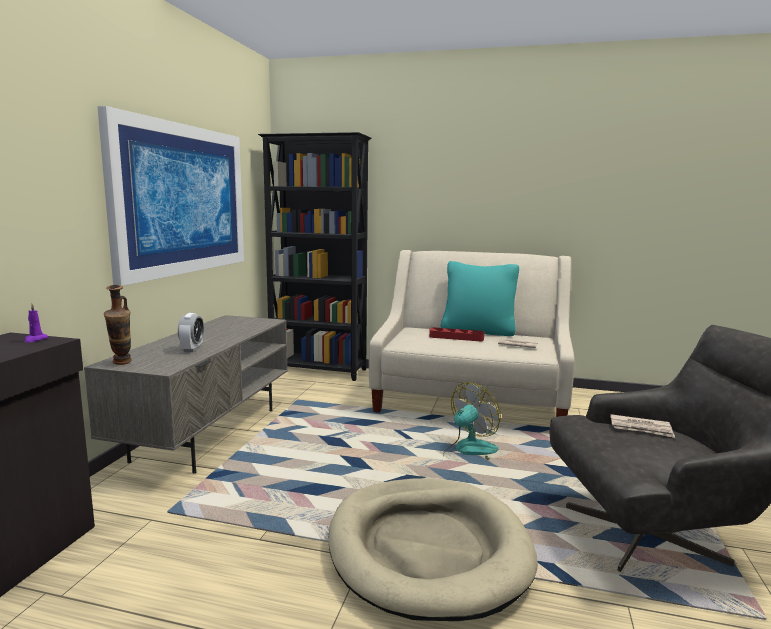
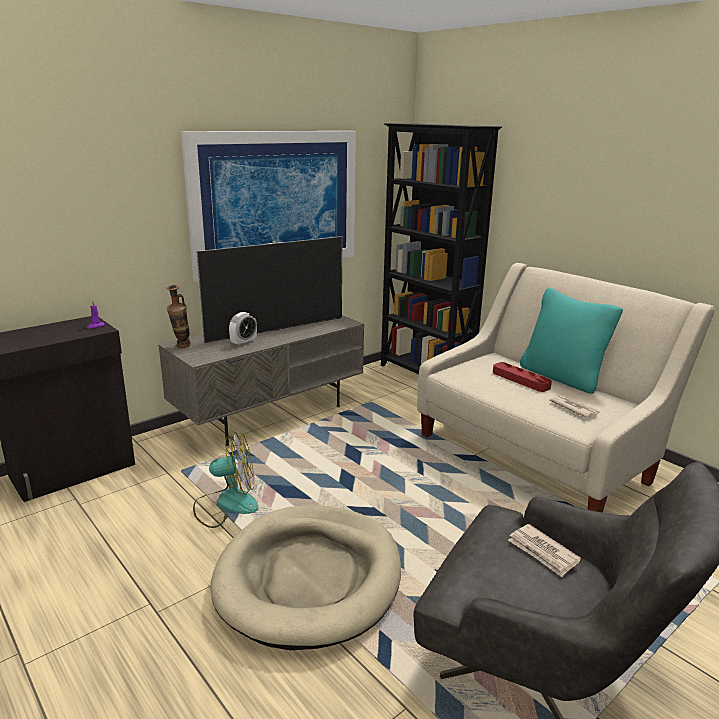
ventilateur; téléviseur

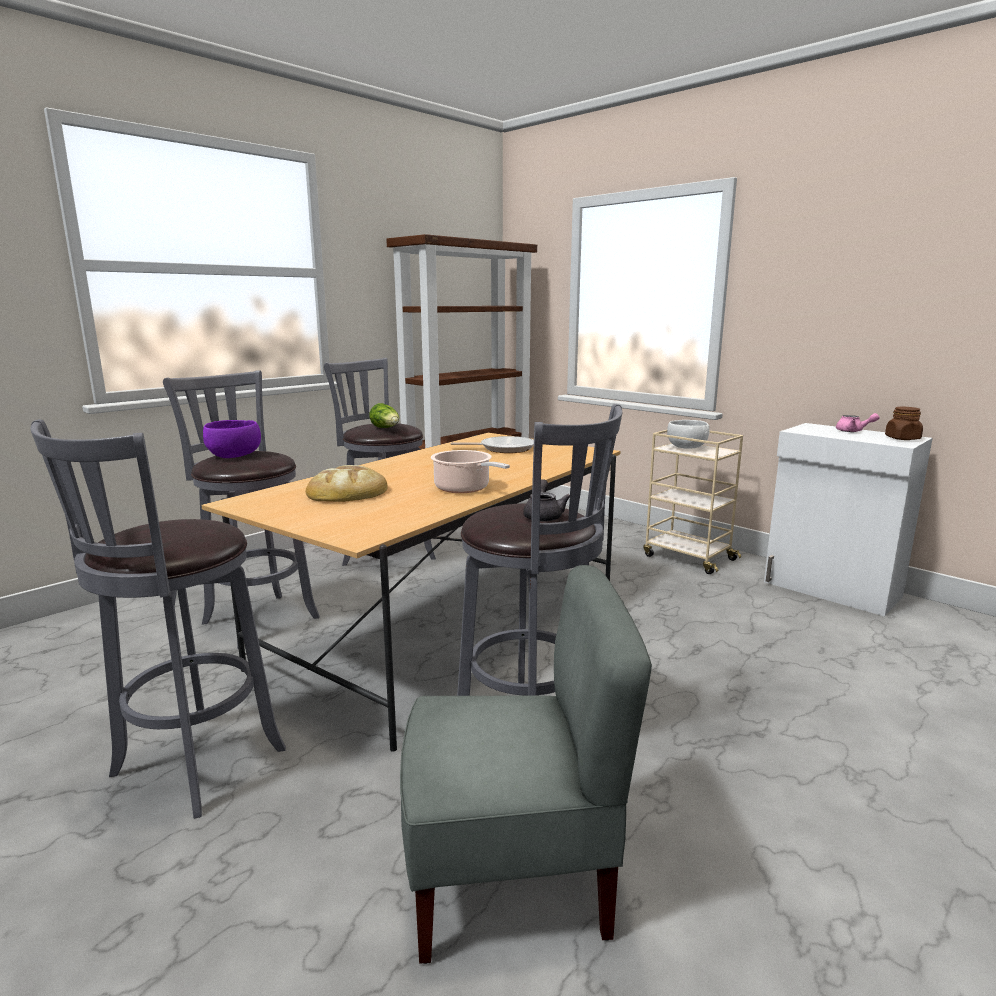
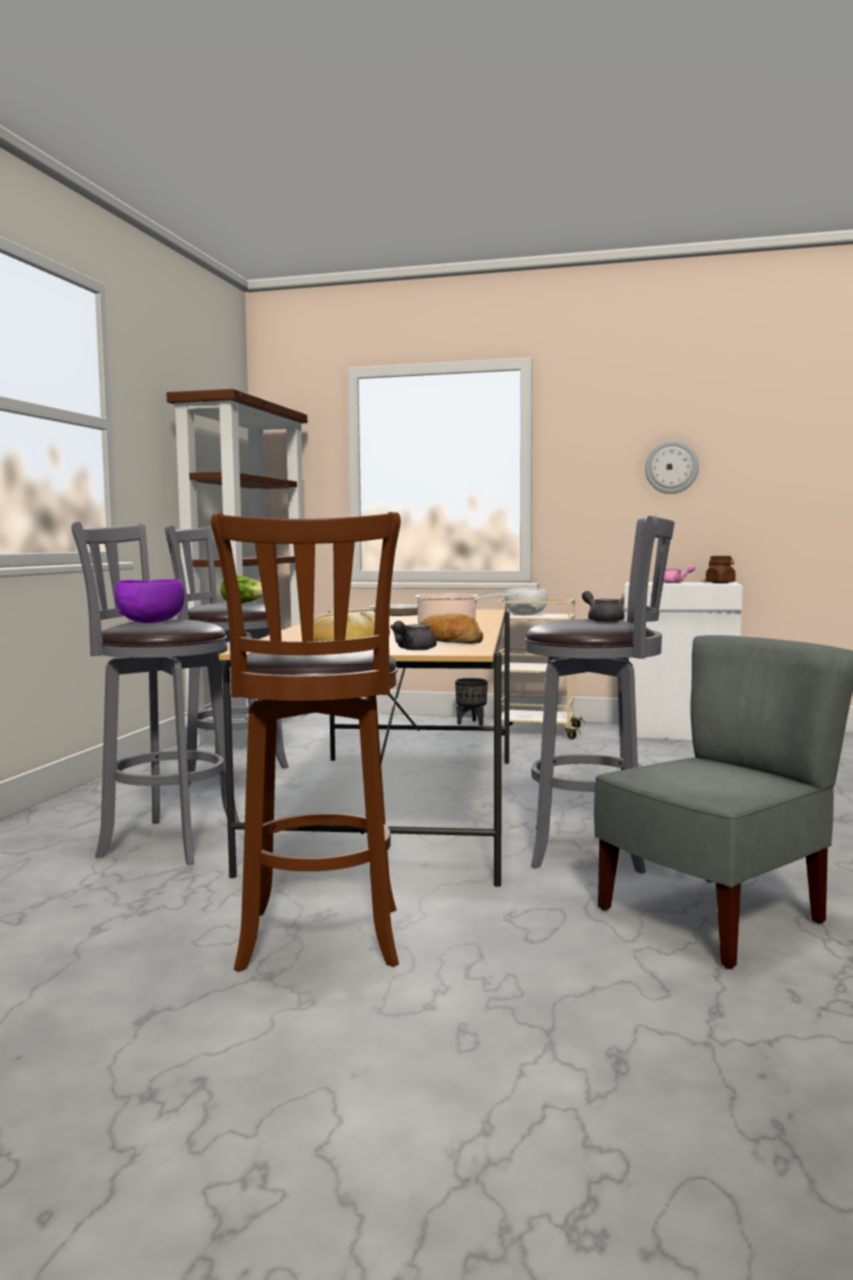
tabouret [marron]; horloge murale; pain (no. 2 from left); théière [gris] (no. 1 from left); cache-pot [noir]

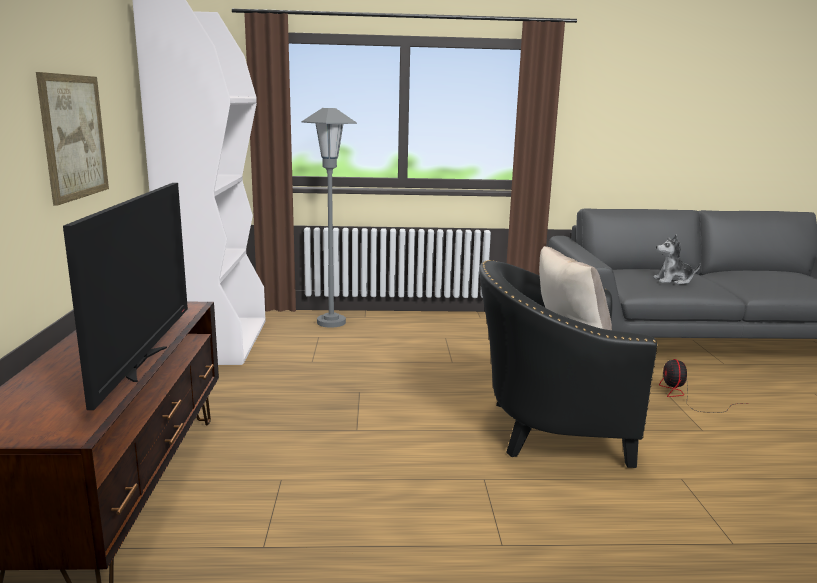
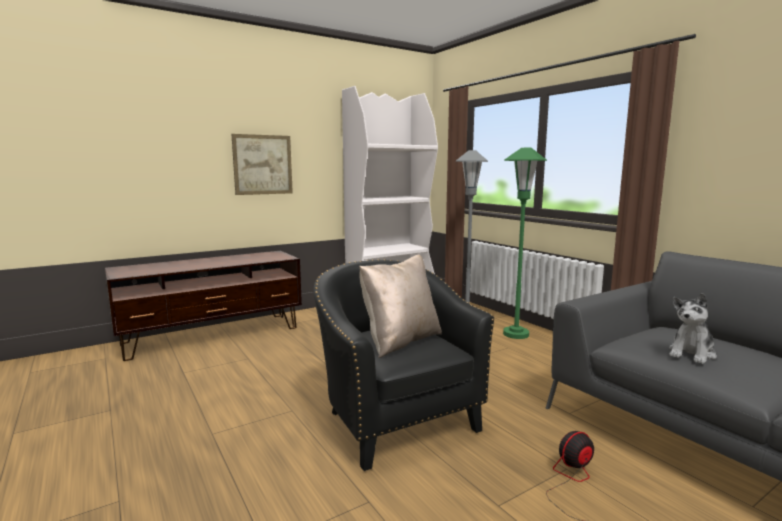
téléviseur; peluche; lampadaire [vert]

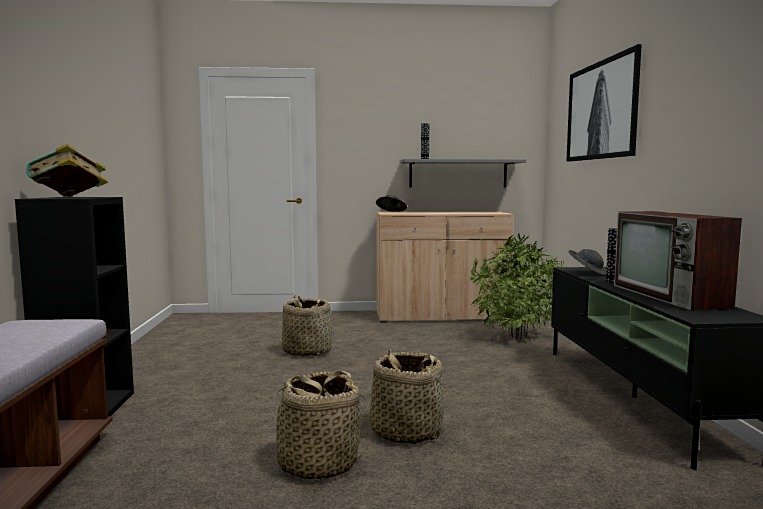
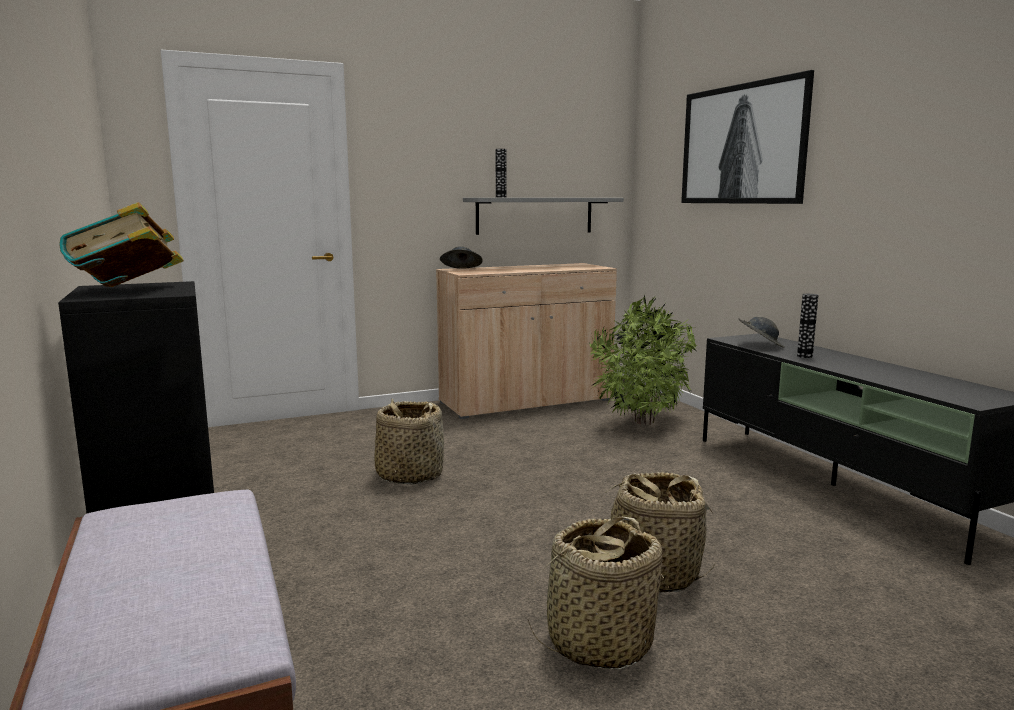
téléviseur

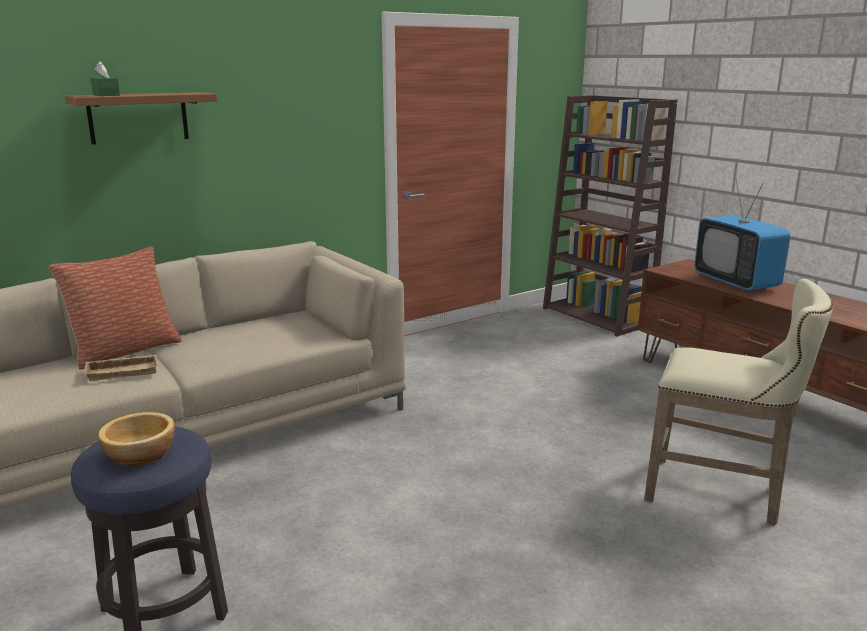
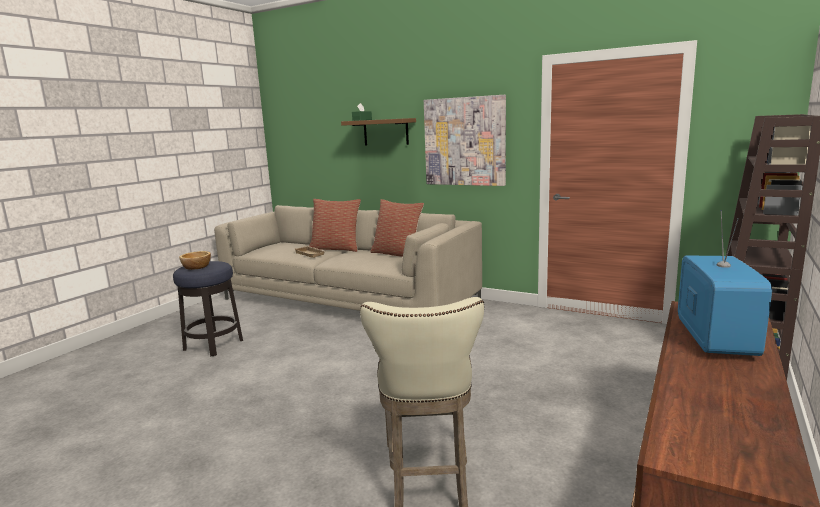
téléviseur; tableau; coussin (no. 2 from left)

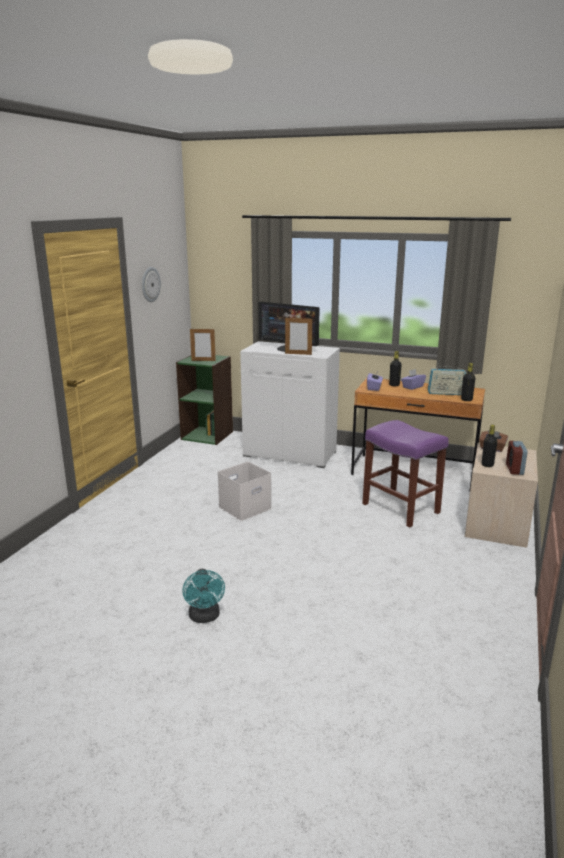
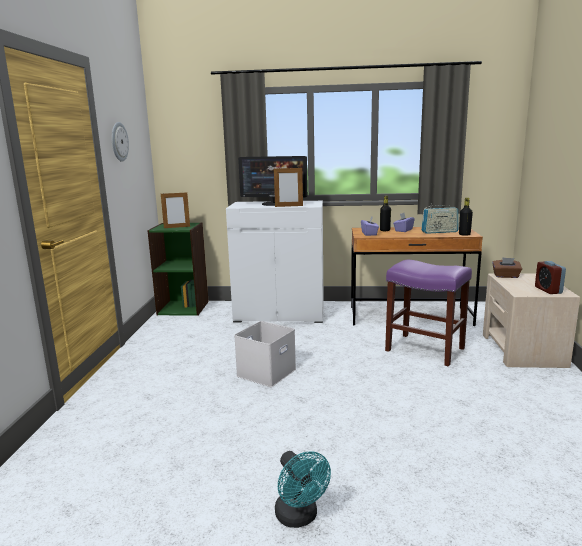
bouteille [noir] (no. 3 from left in the first image)

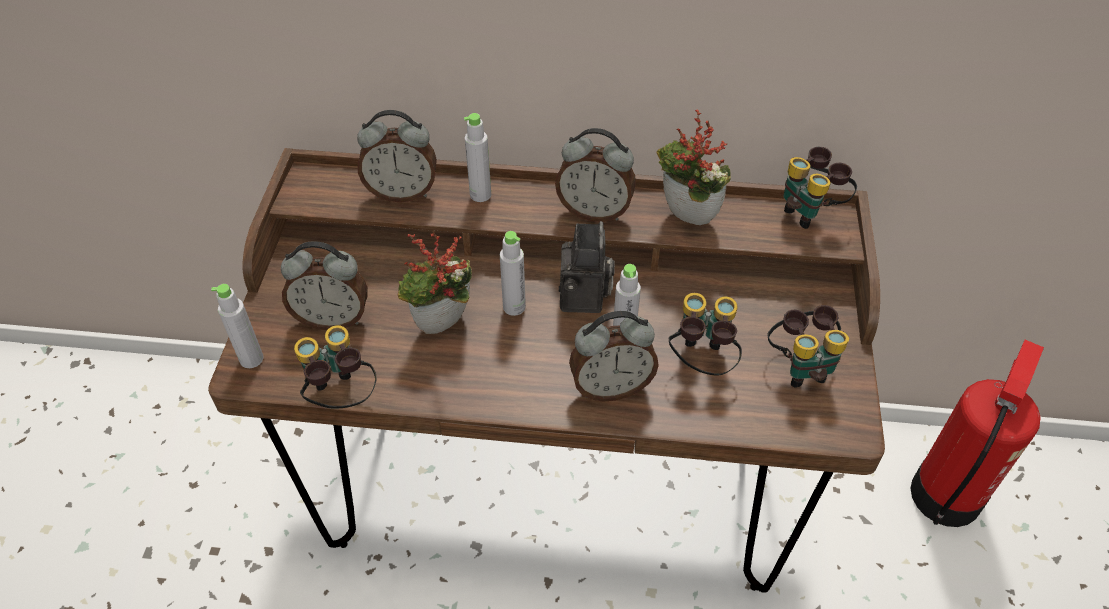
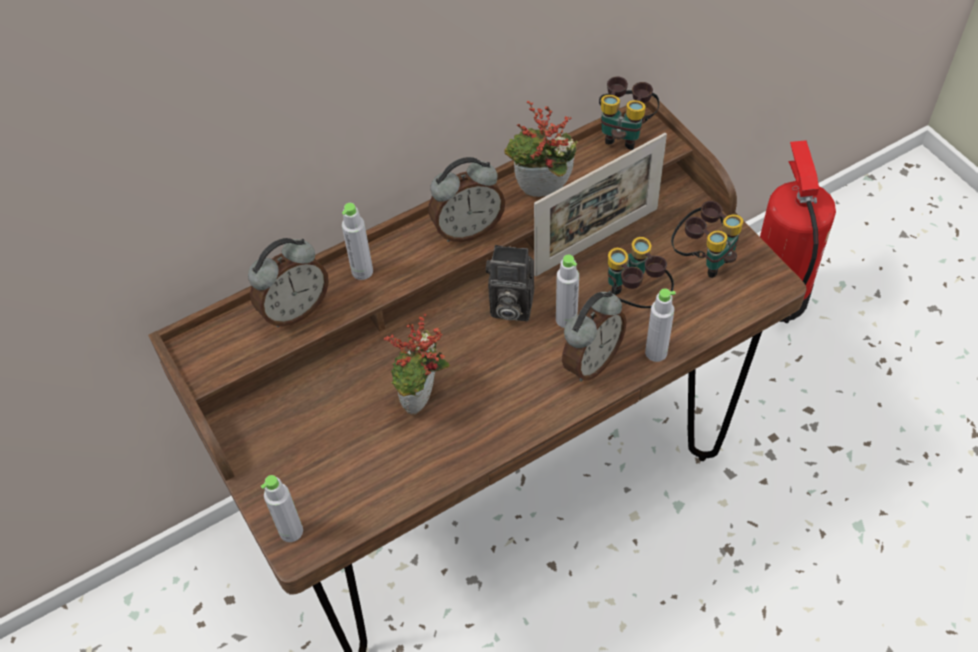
appareil photo; bouteille [gris] (no. 4 from left); réveil (no. 1 from left in the first image); jumelles (no. 1 from left in the first image); cadre photo

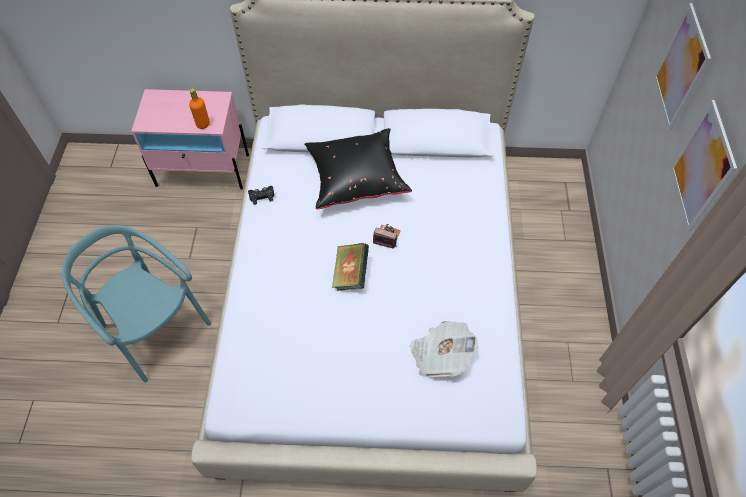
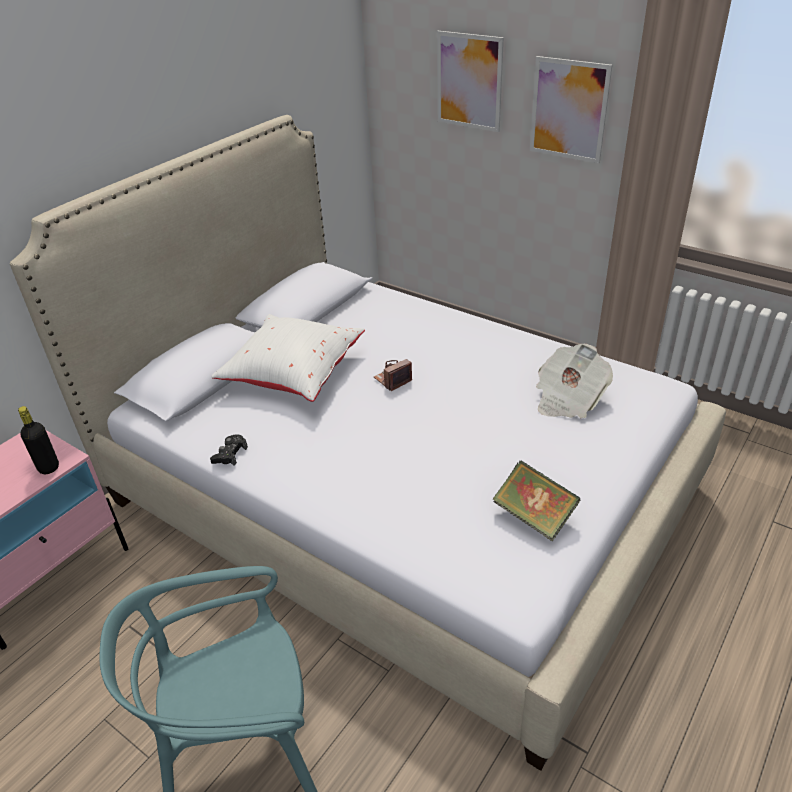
bouteille [noir]; coussin [blanc]; livre

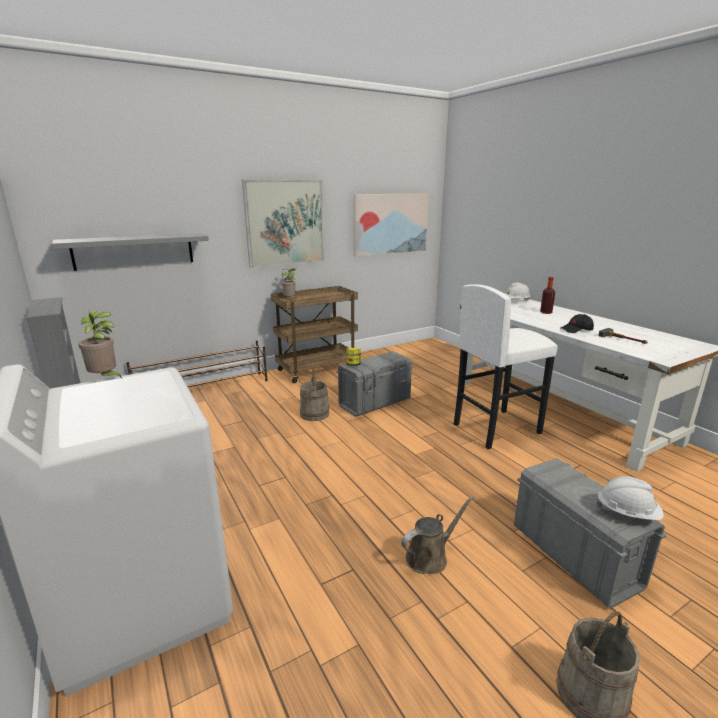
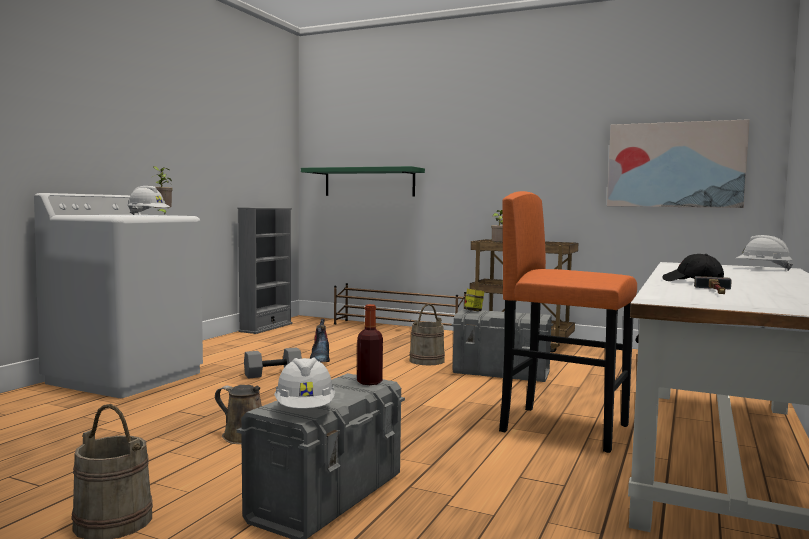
tableau (no. 1 from left in the first image); étagère [vert]; bouteille; tabouret [orange]; casque de chantier [blanc] (no. 1 from left); botte; haltère [gris]

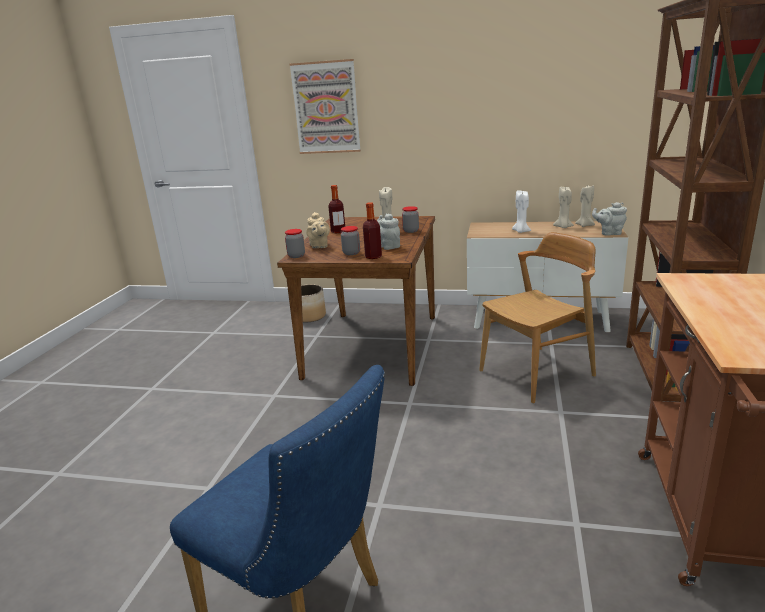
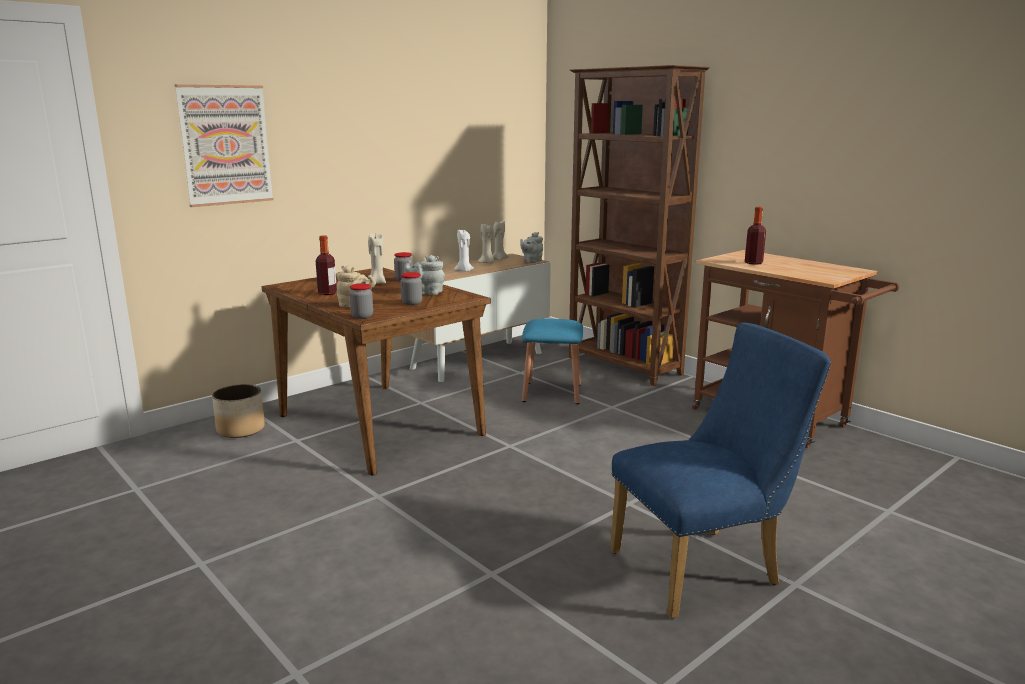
bouteille (no. 2 from left); tabouret [bleu]

